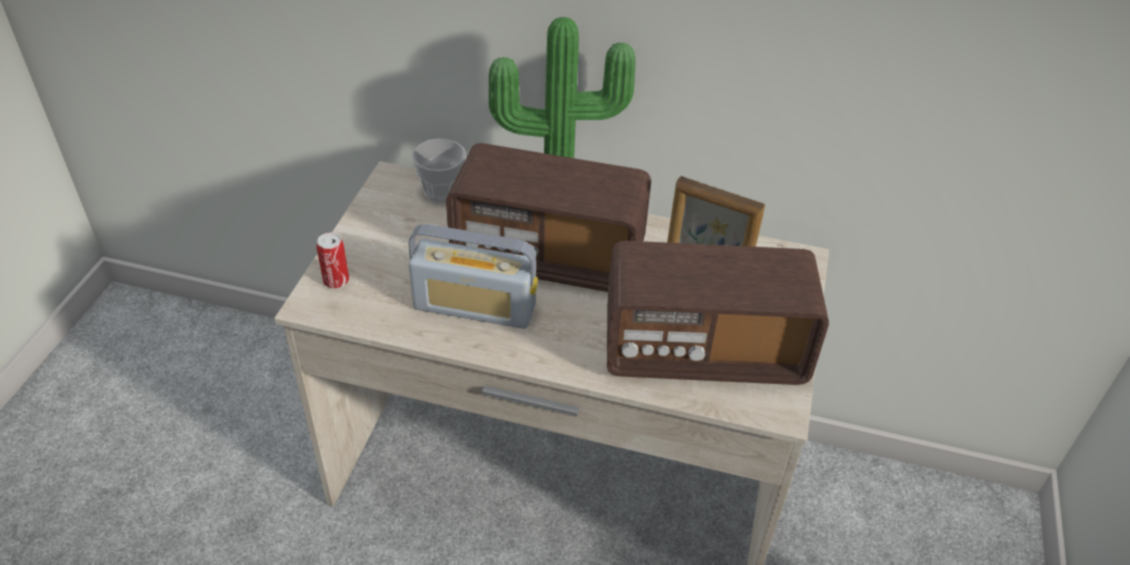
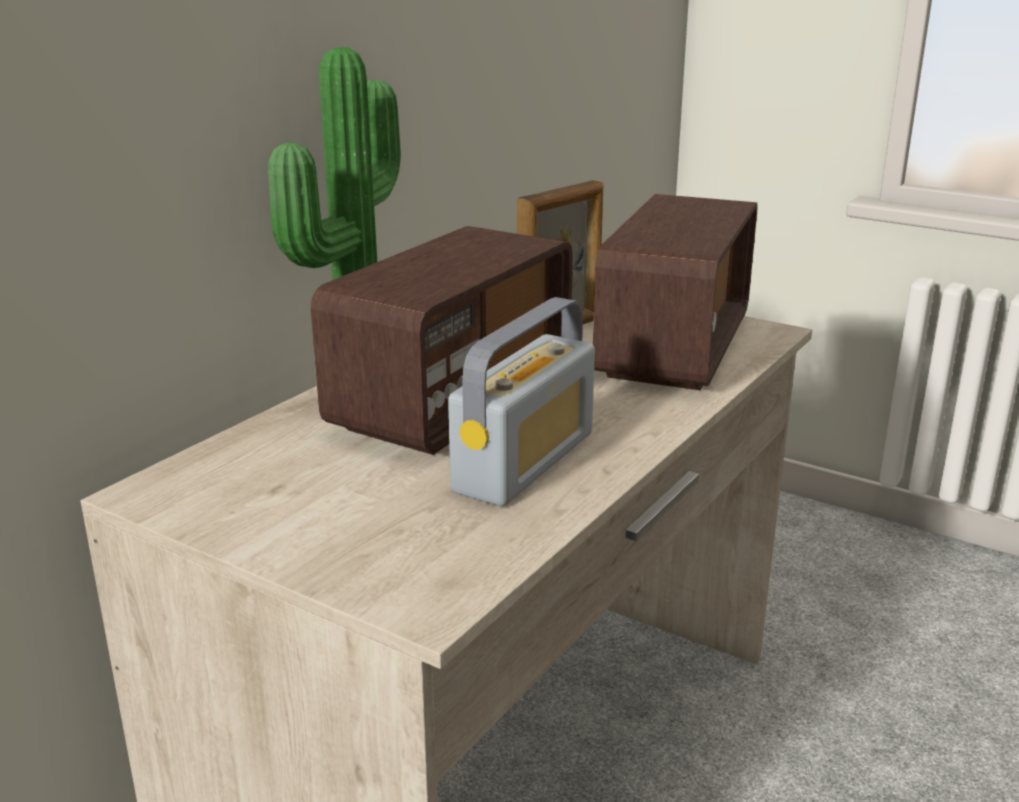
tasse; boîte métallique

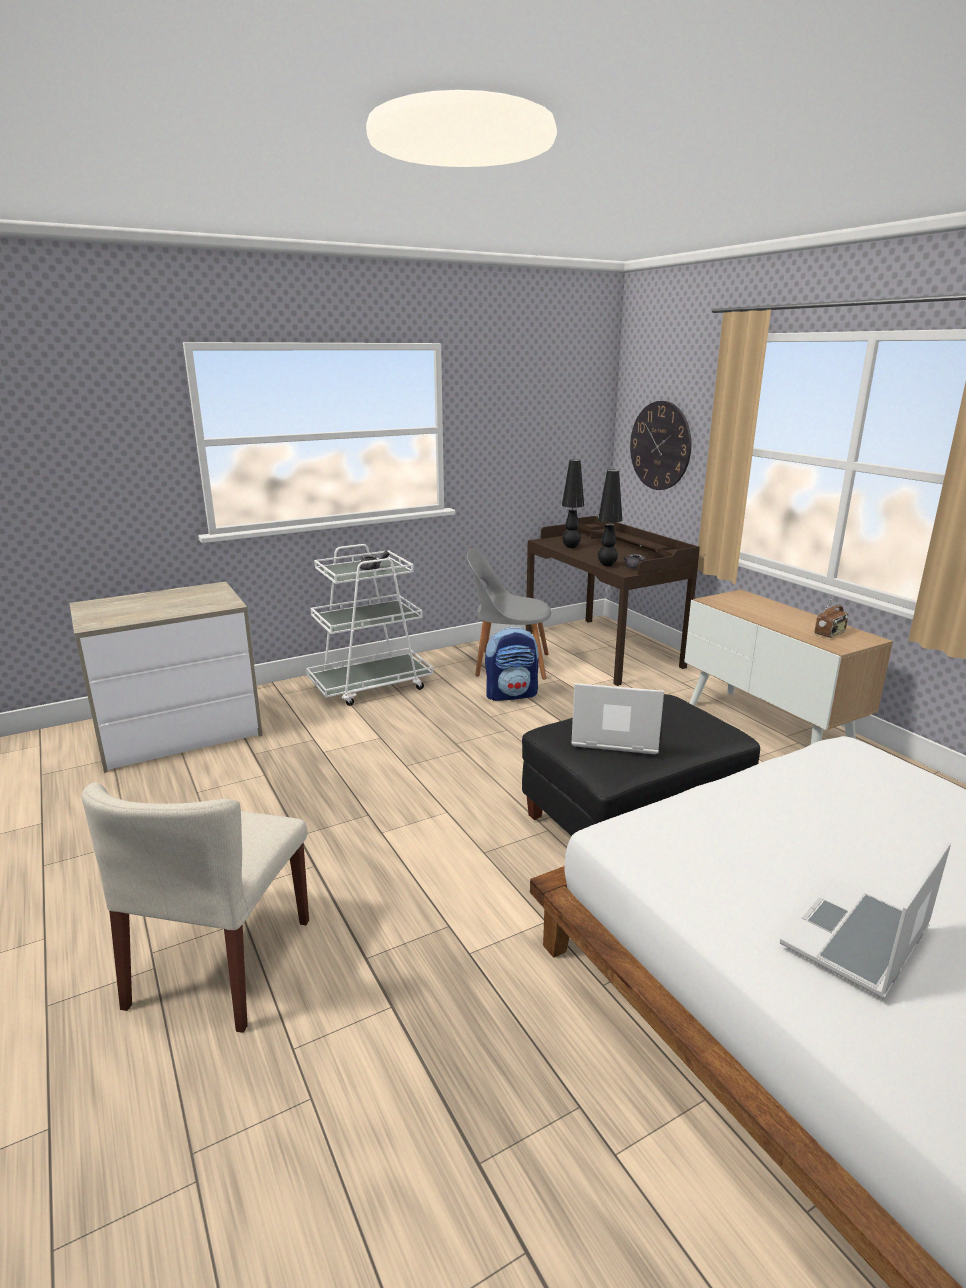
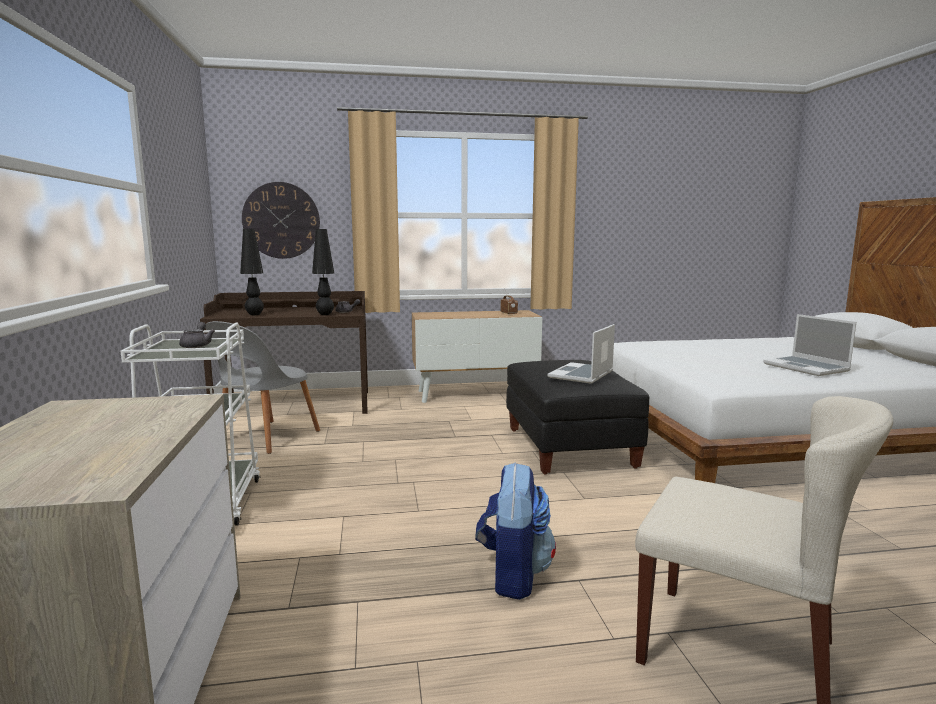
sac à dos

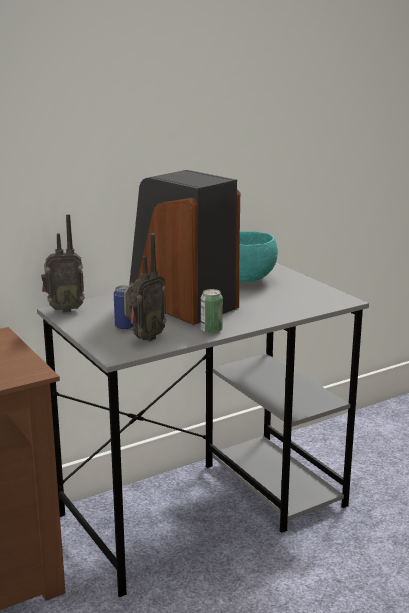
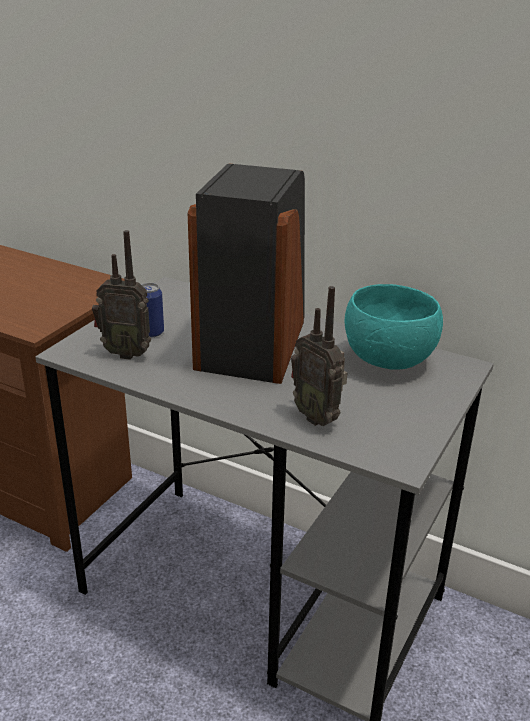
radio (no. 2 from left); boîte métallique (no. 2 from left in the first image)

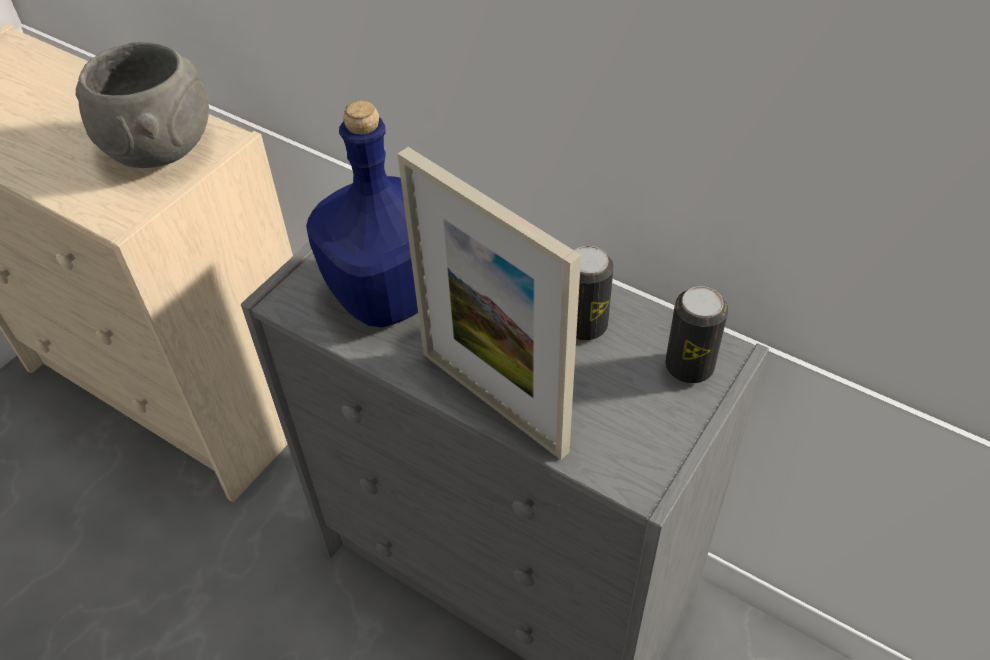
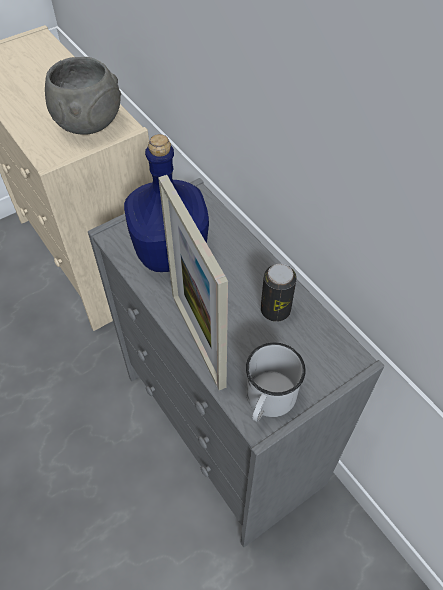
boîte métallique (no. 2 from left in the first image); mug [blanc]

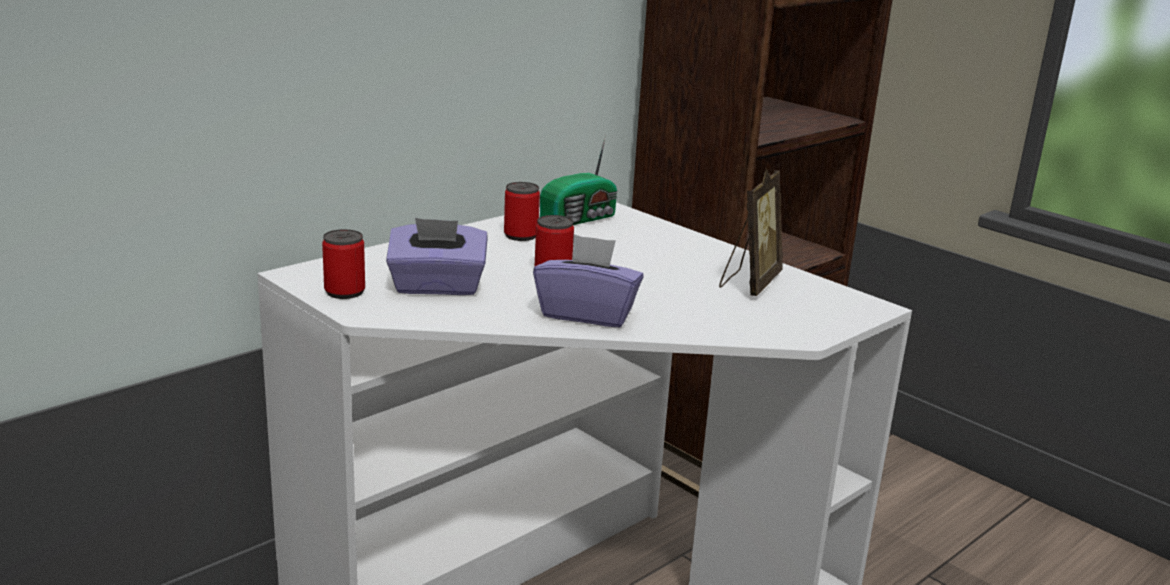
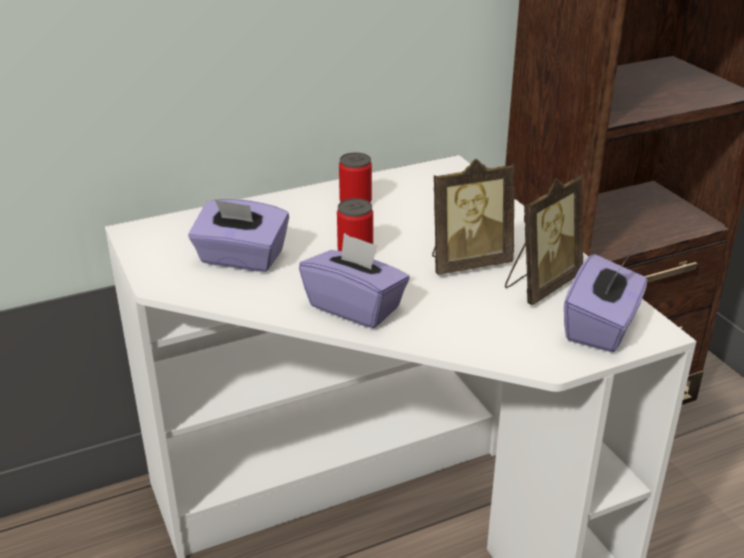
radio; boîte métallique (no. 1 from left in the first image); cadre photo (no. 1 from left); boîte à mouchoirs [violet] (no. 3 from left)

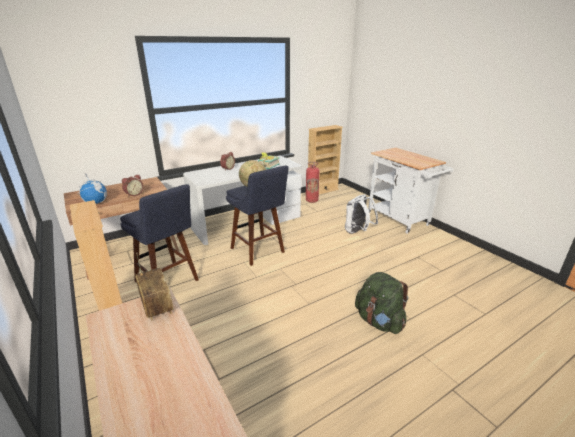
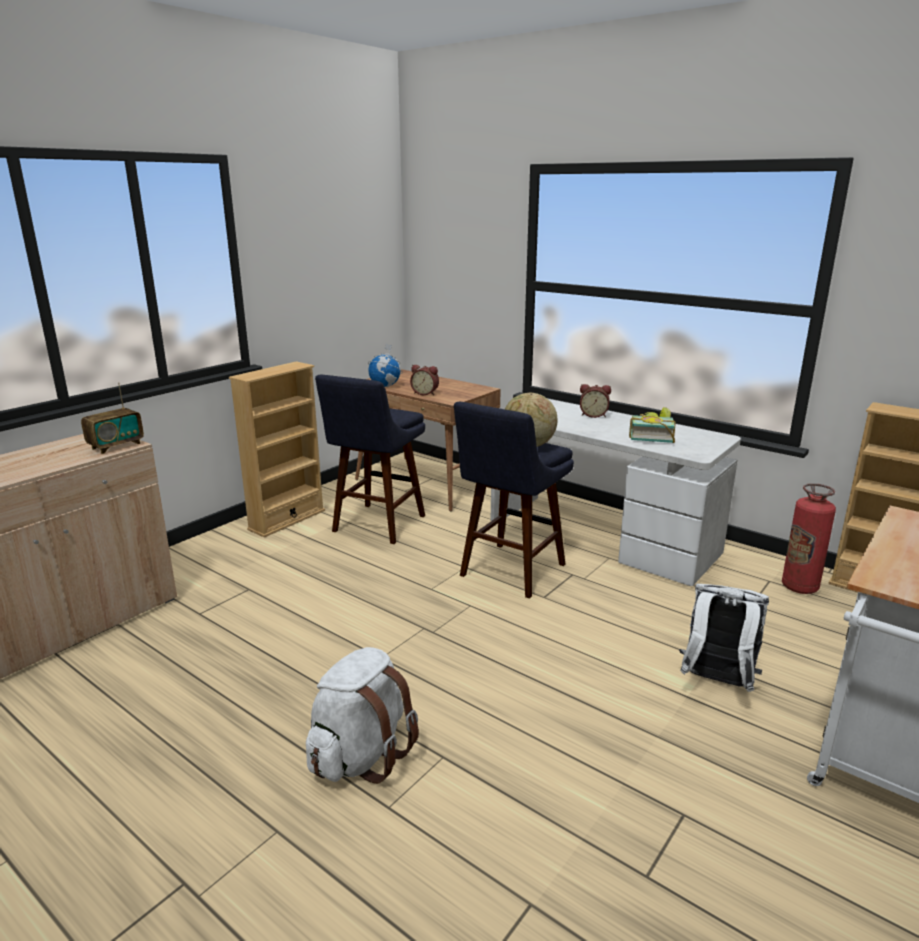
sac à dos [blanc] (no. 1 from left)

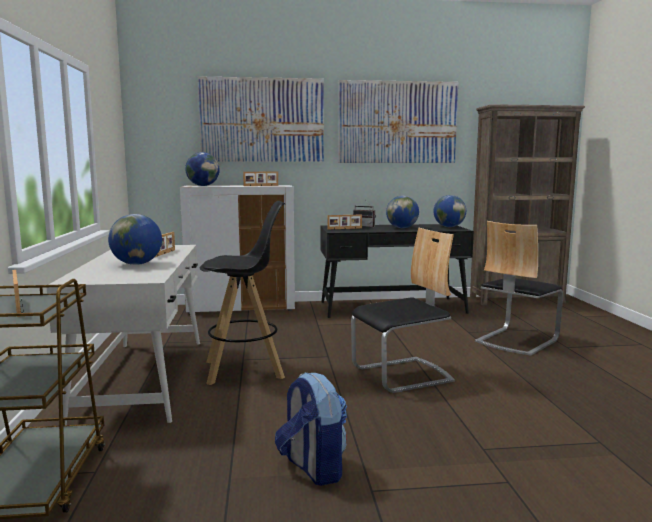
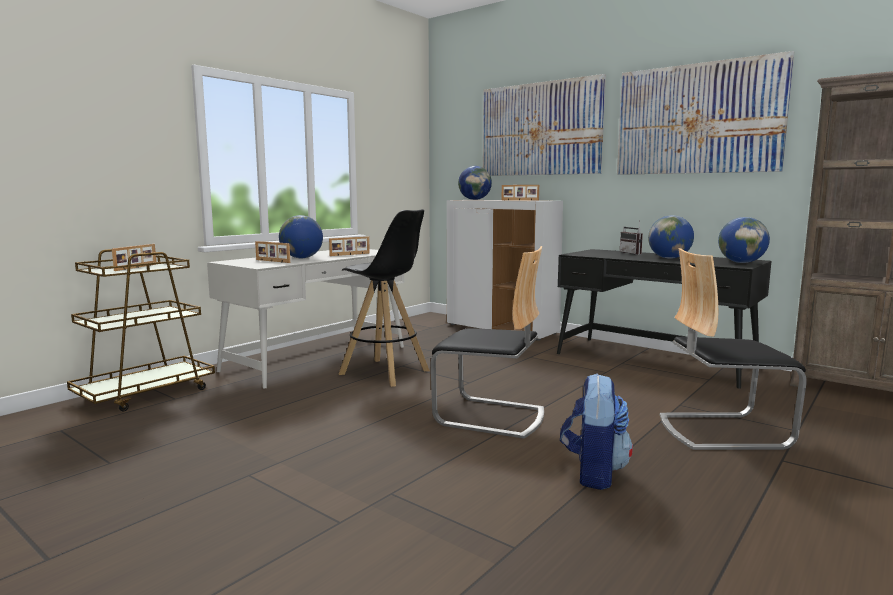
cadre photo (no. 2 from left); sac à dos

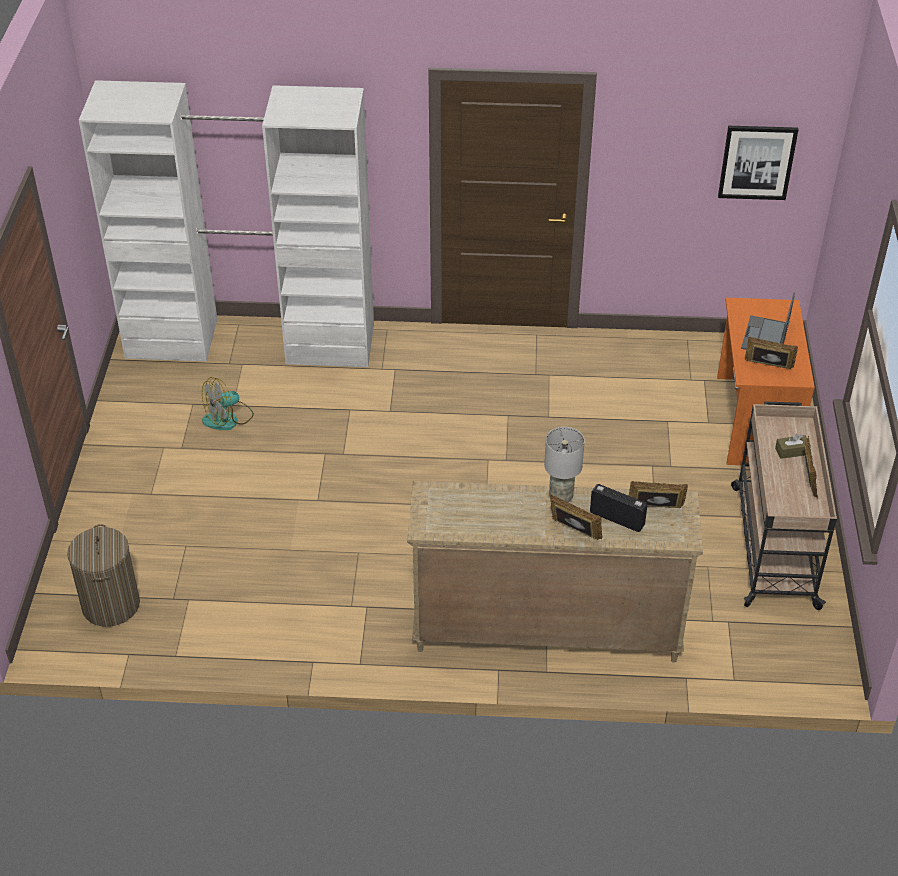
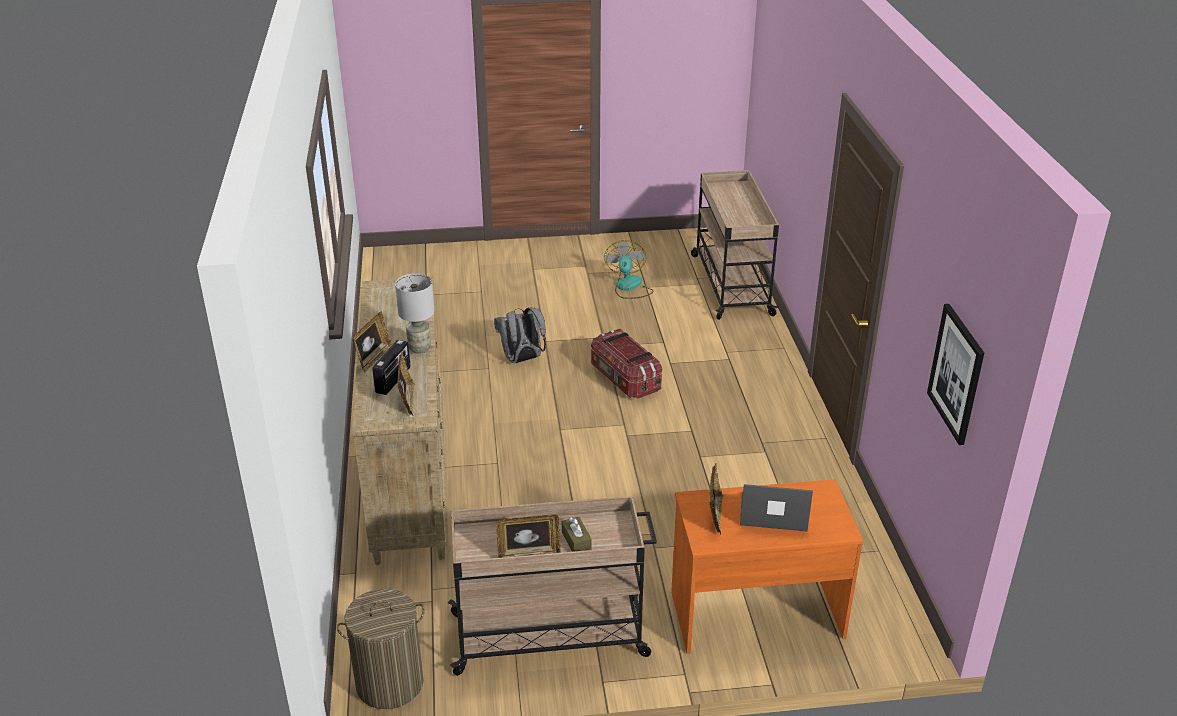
chariot [beige] (no. 2 from left); ventilateur; panier à linge; sac à dos [gris]; boîte de rangement

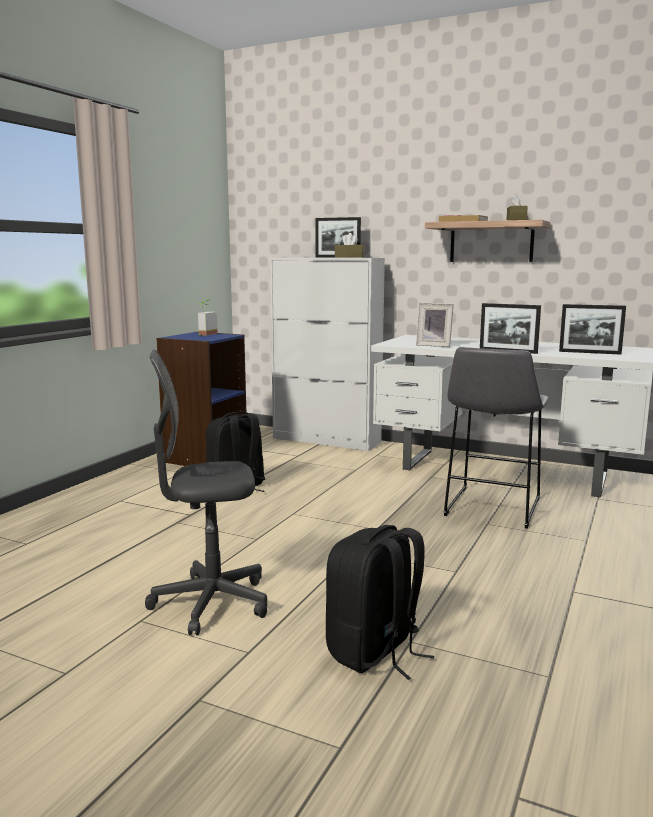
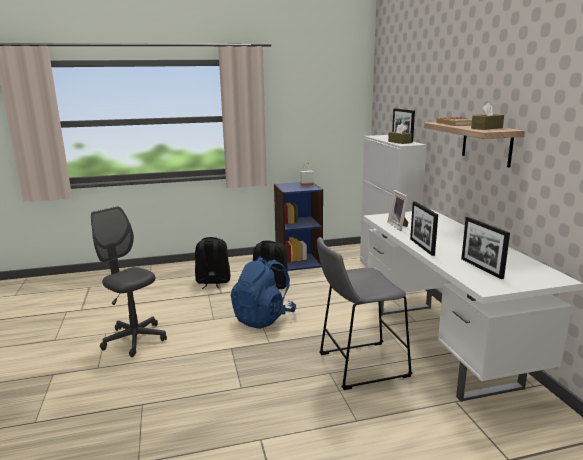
sac à dos [noir] (no. 1 from left); sac à dos [bleu]

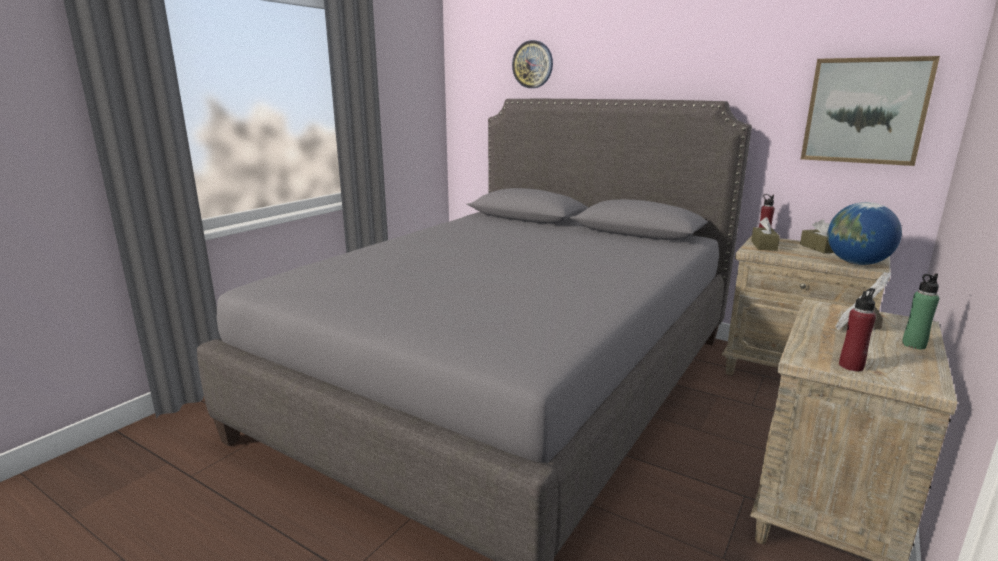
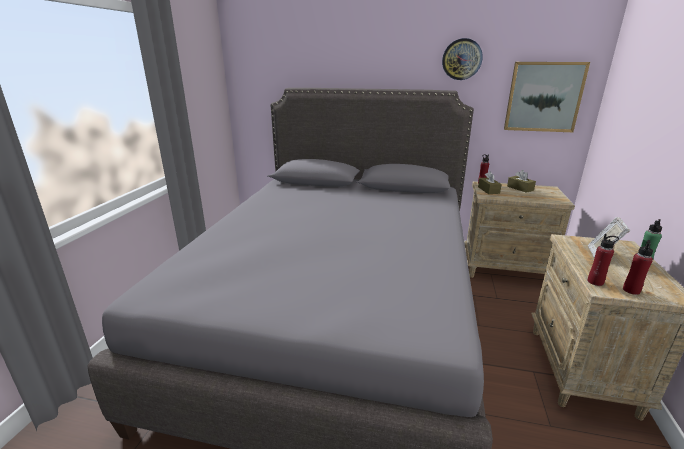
horloge murale; globe; bouteille [rouge] (no. 2 from left)

